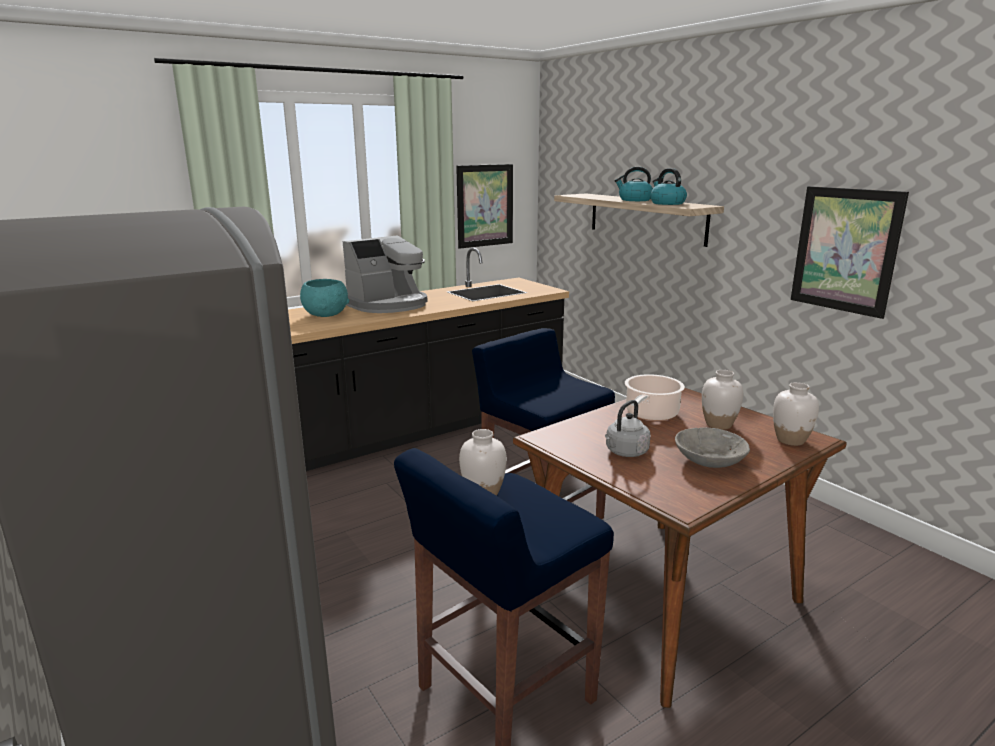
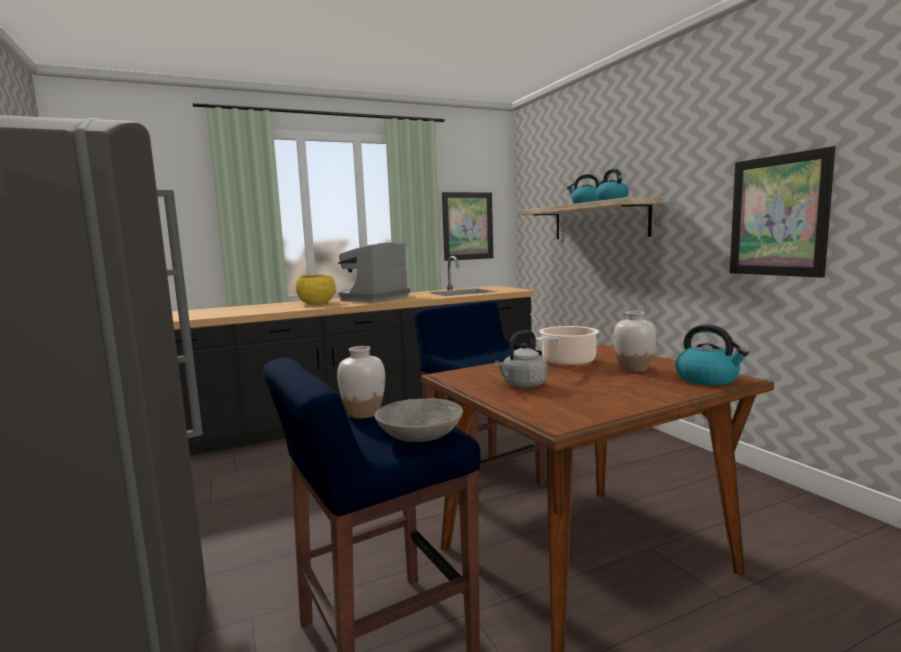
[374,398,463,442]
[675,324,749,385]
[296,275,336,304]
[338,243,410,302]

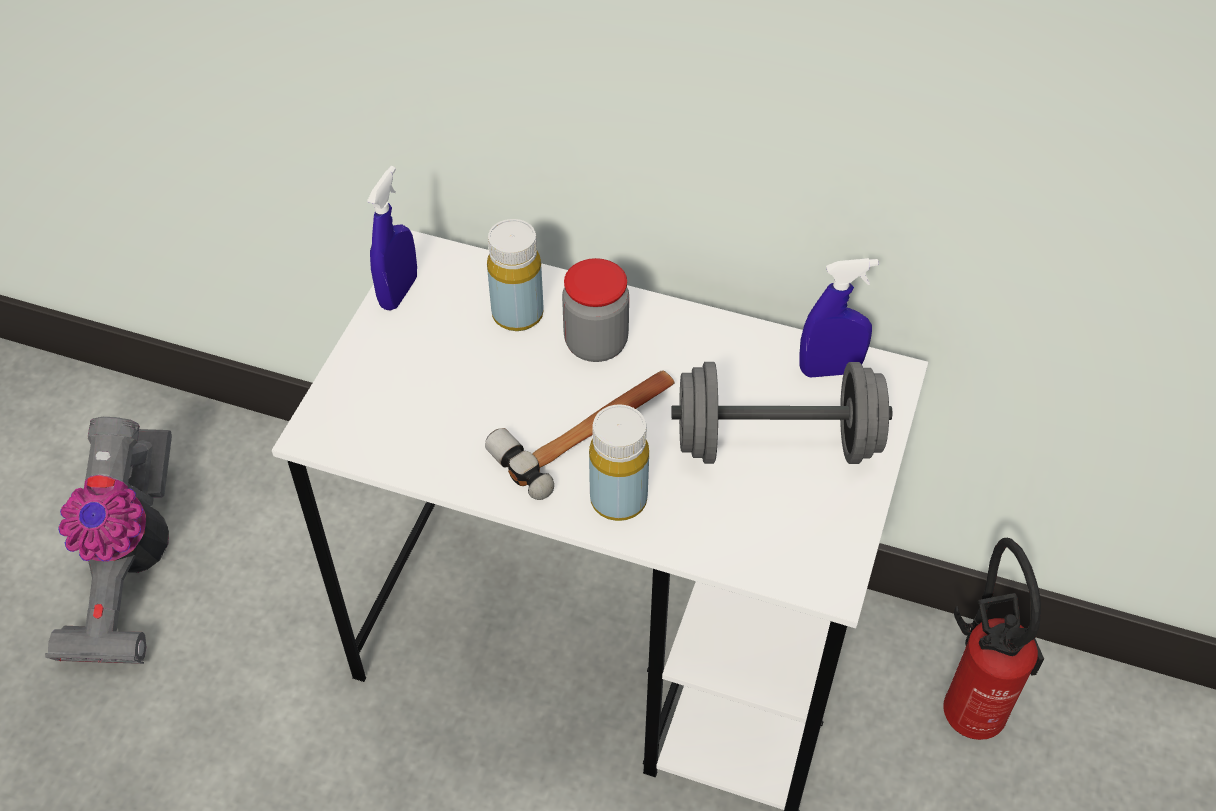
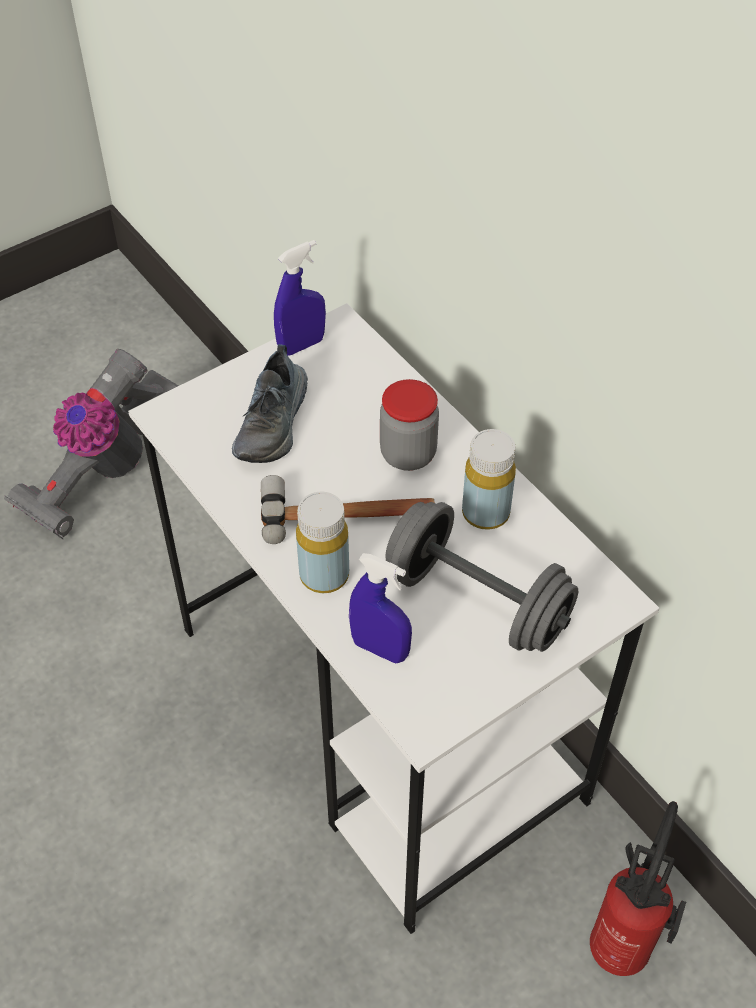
[232,344,308,463]
[462,429,516,530]
[349,553,412,663]

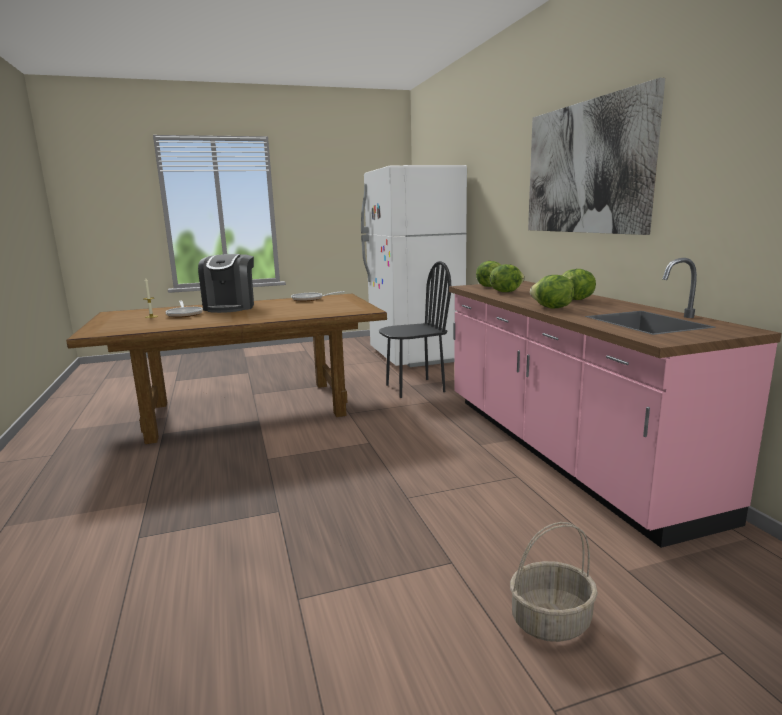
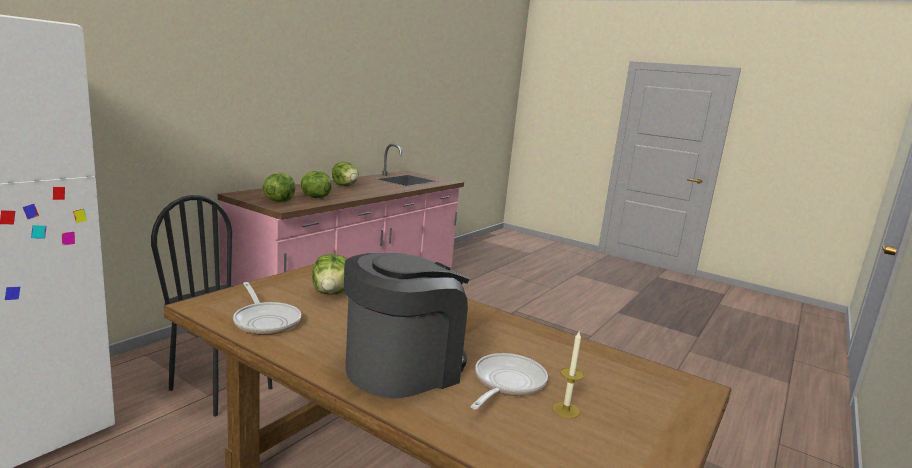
[510,522,598,642] (first image)
[528,78,665,235] (first image)
[312,254,347,295]

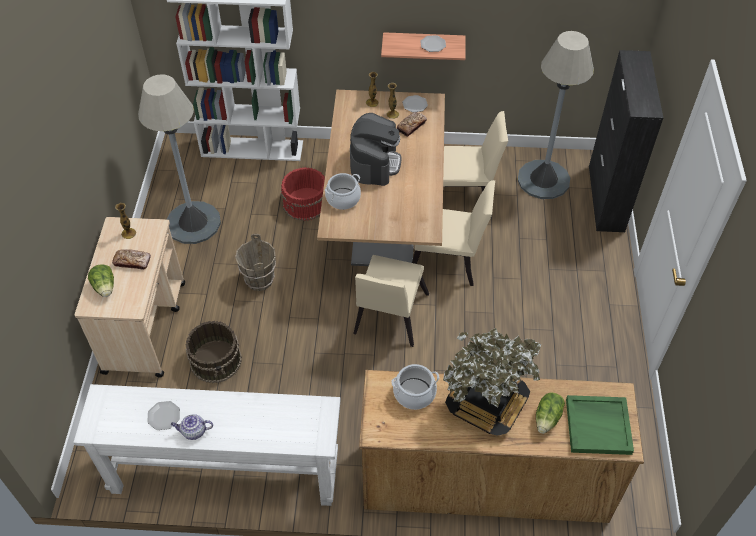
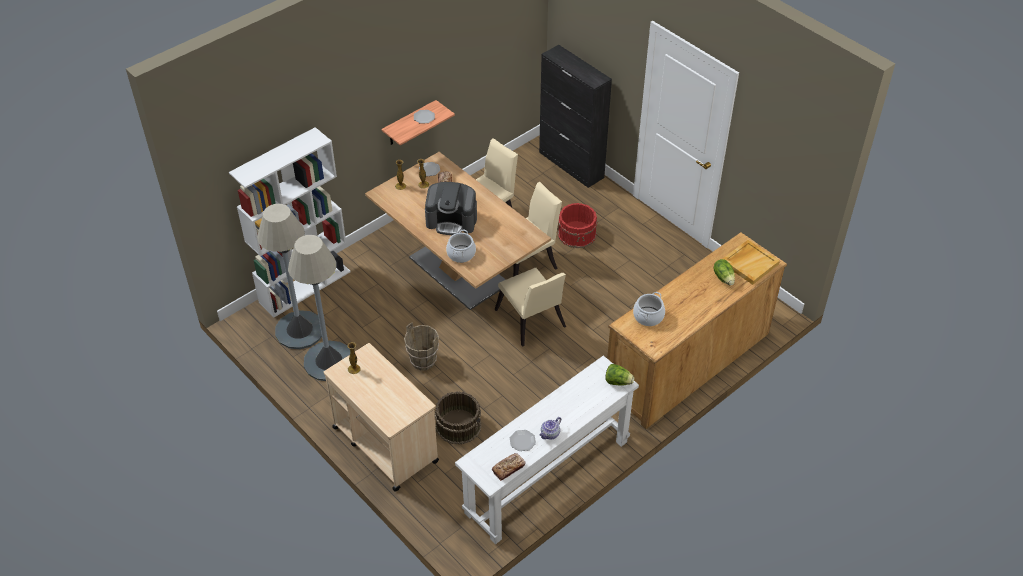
[443,328,541,436] (first image)
[606,364,634,386]
[492,453,526,481]
[558,203,598,248]
[257,204,322,349]
[722,240,780,285]
[425,182,477,235]

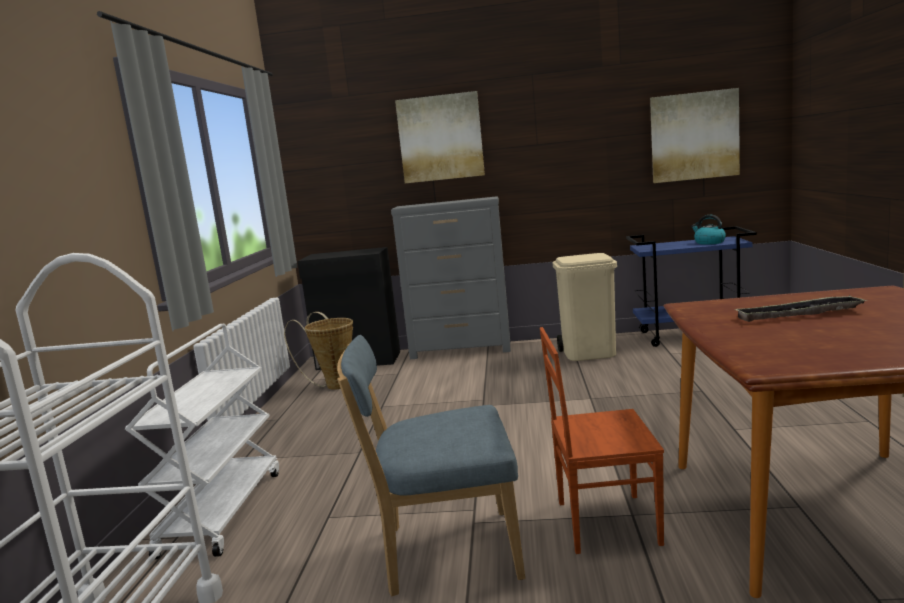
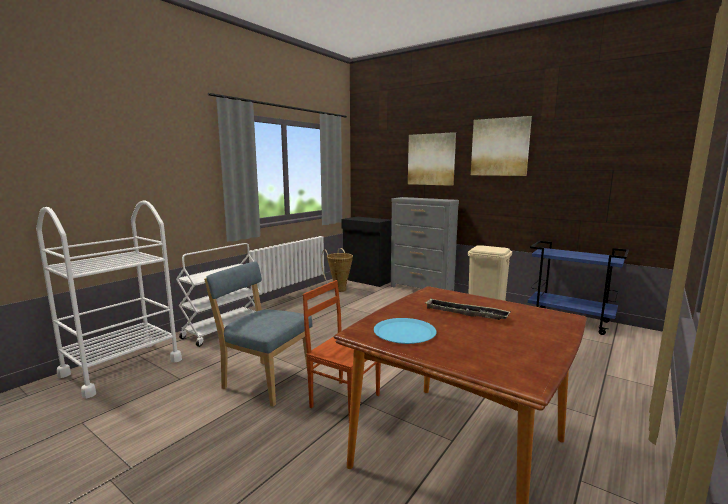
[691,215,726,245] (first image)
[374,318,437,344]
[471,116,532,176]

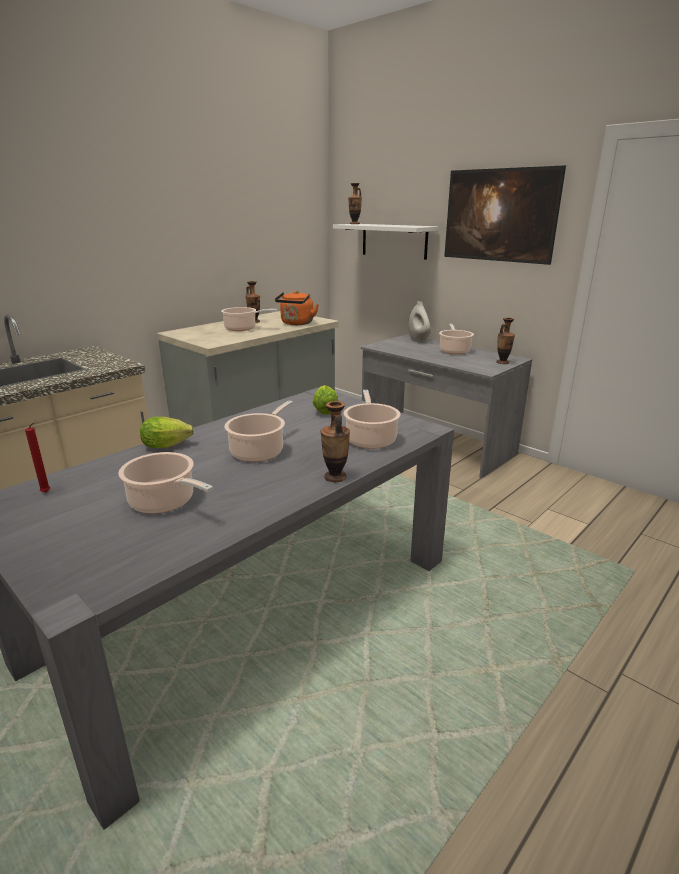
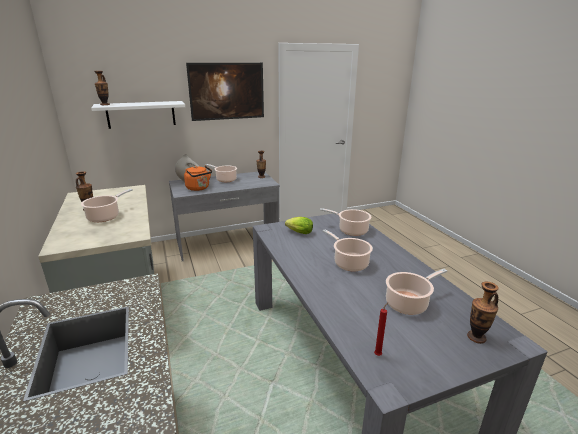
[140,417,194,448] (first image)
[184,166,212,191]
[467,281,499,344]

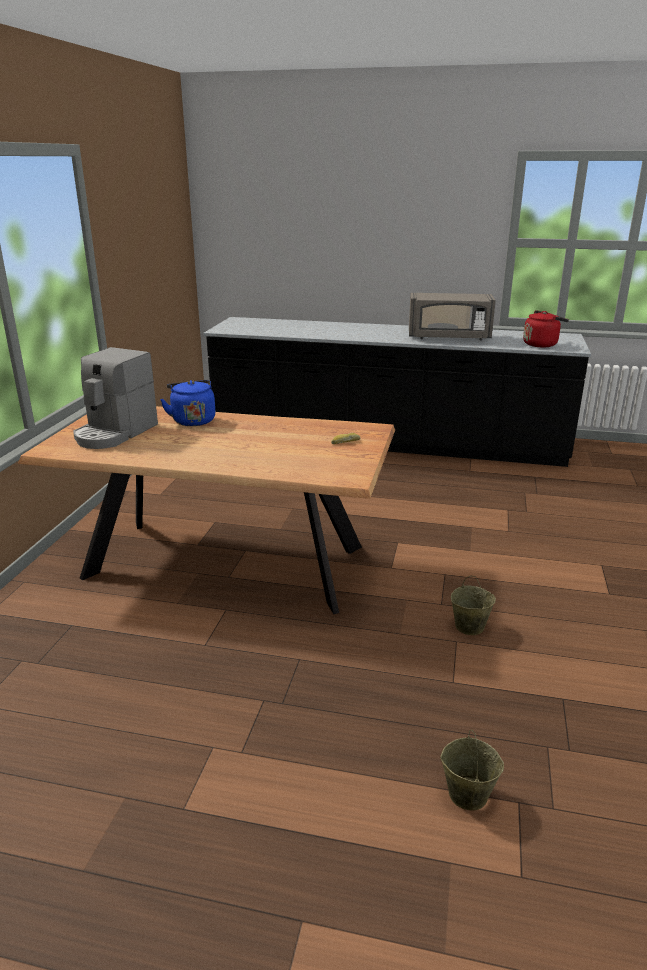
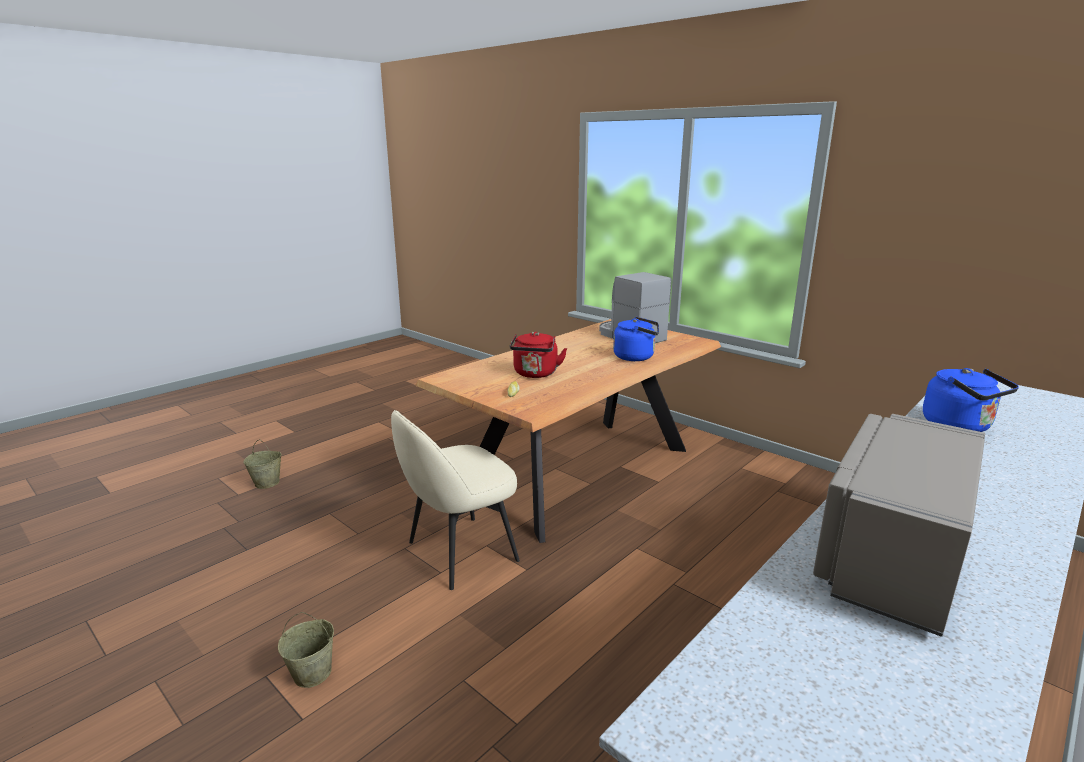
[391,410,520,590]
[923,368,1019,432]
[278,612,334,688]
[510,332,567,378]

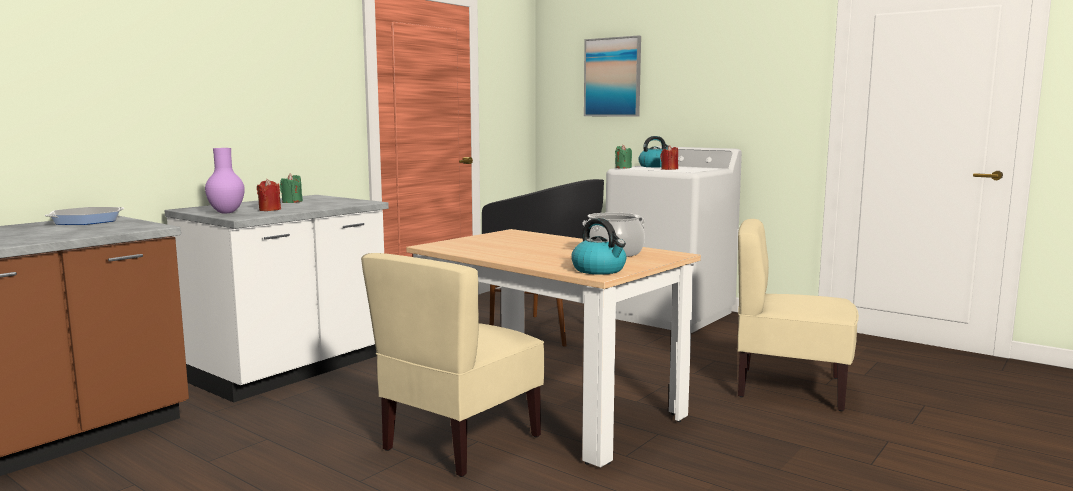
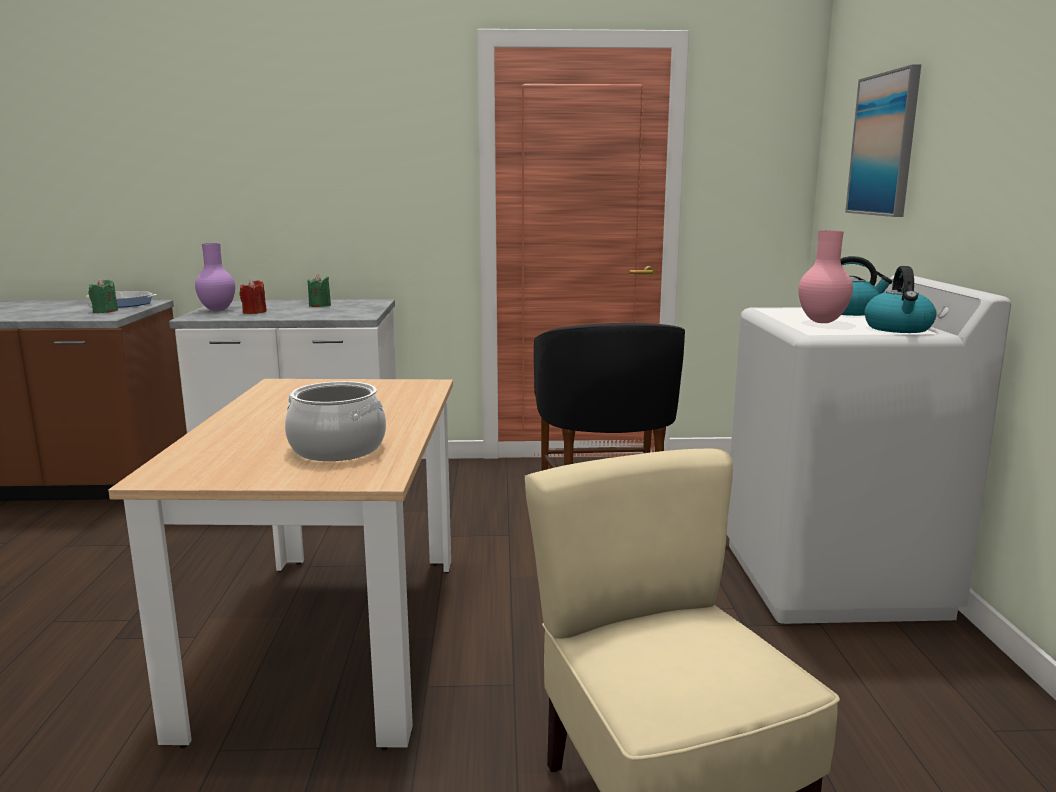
[361,253,544,477] (first image)
[865,266,937,333]
[88,278,118,313]
[798,231,853,323]

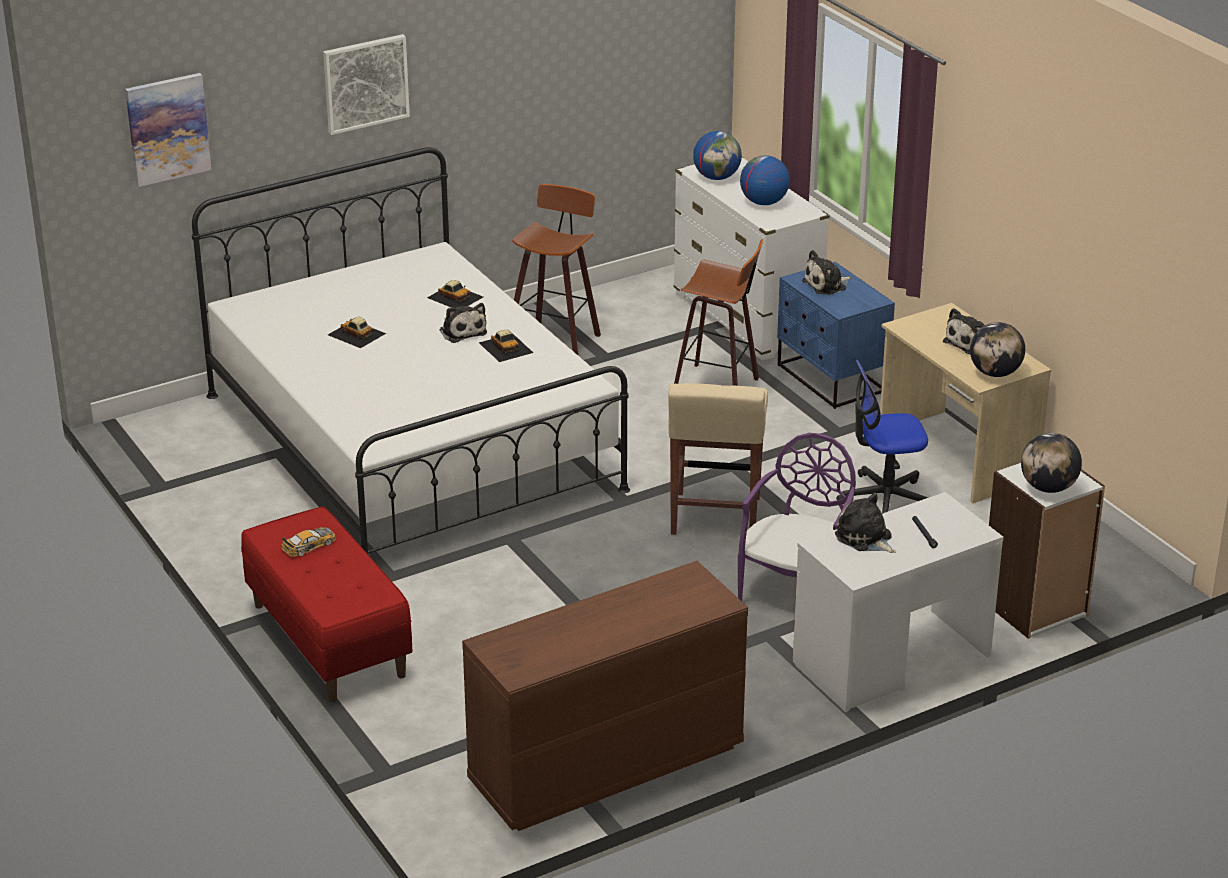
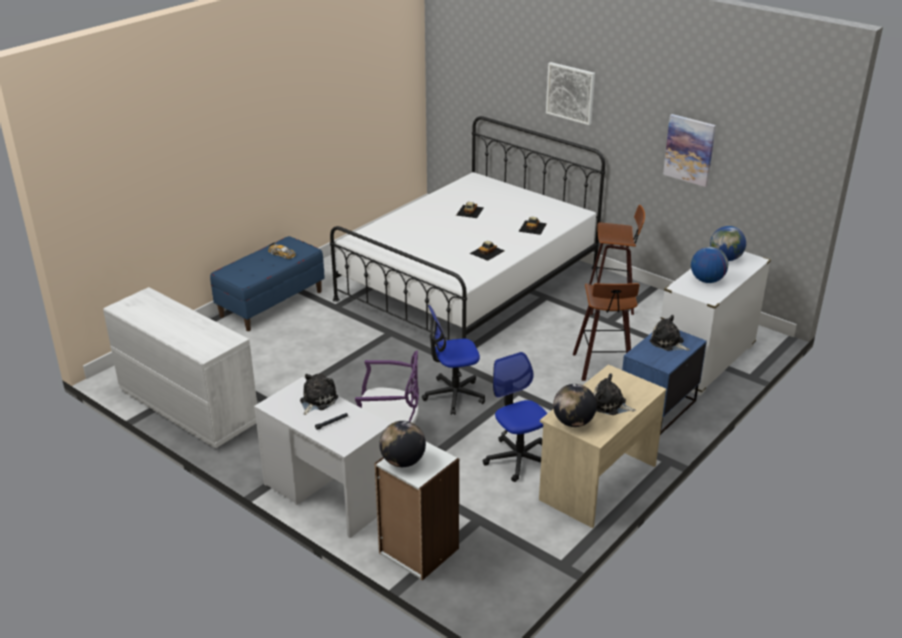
[440,303,487,343] (first image)
[663,114,716,187]
[422,305,485,415]
[210,236,325,331]
[103,287,257,448]

